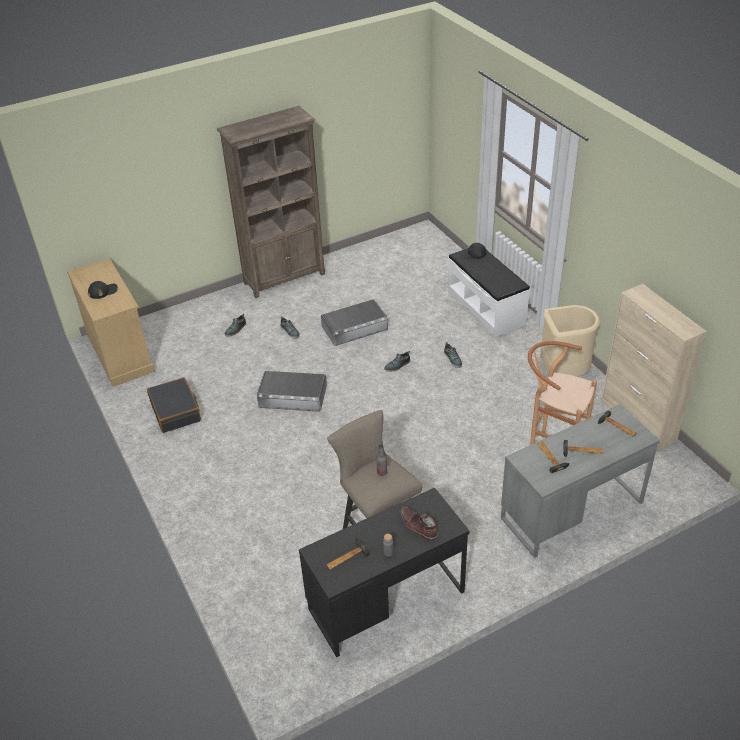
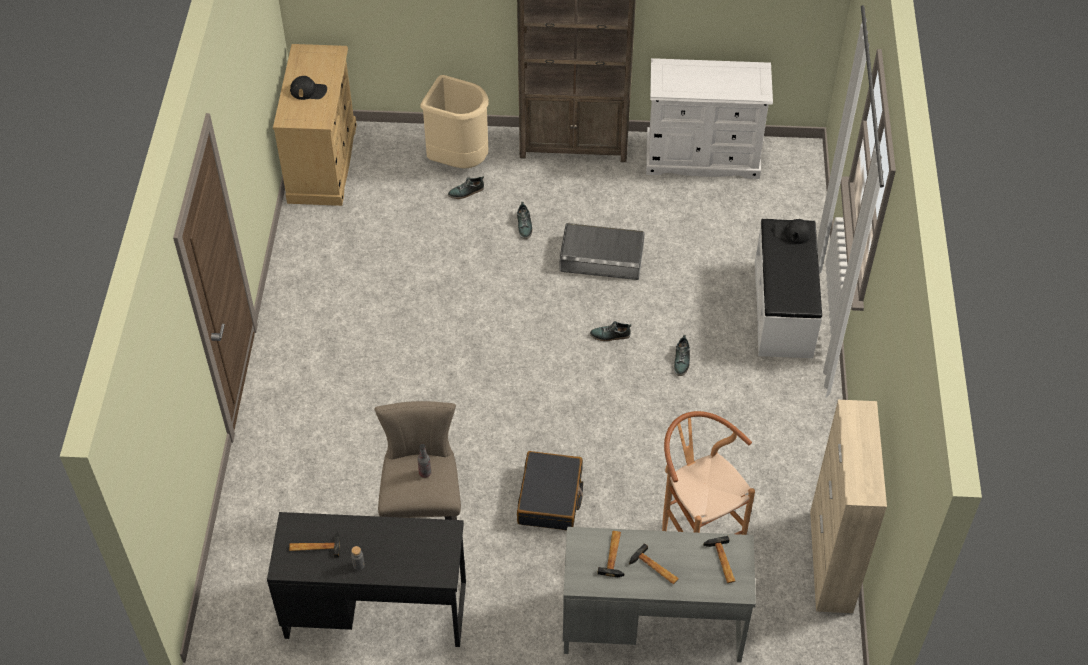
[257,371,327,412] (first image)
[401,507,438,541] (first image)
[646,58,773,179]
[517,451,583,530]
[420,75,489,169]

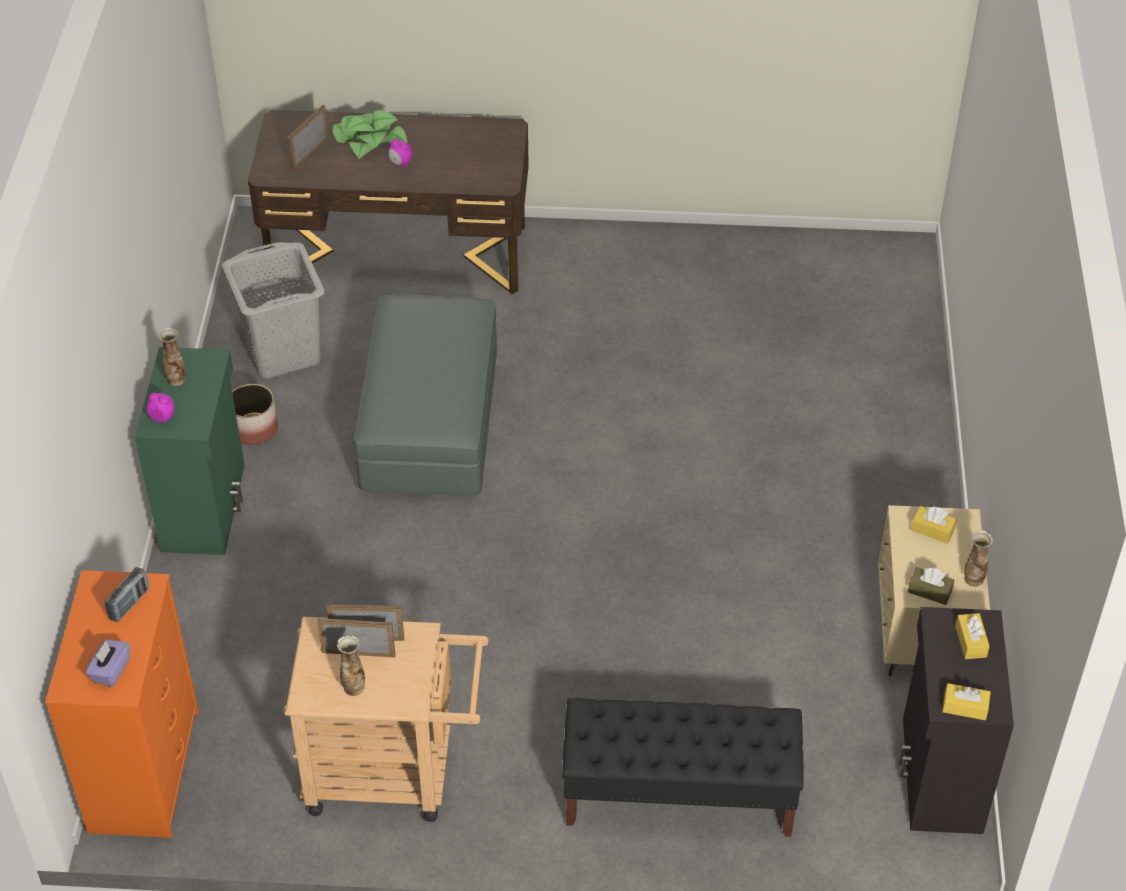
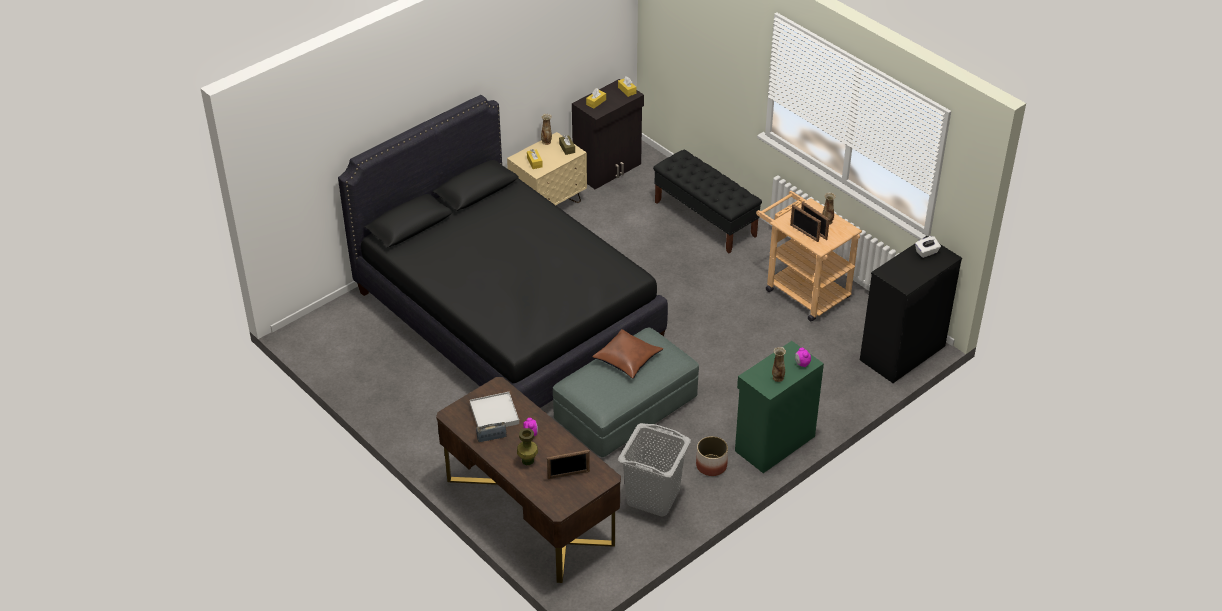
[338,95,668,408]
[470,392,519,427]
[592,329,663,379]
[476,422,506,442]
[517,428,538,465]
[860,236,962,383]
[915,236,941,258]

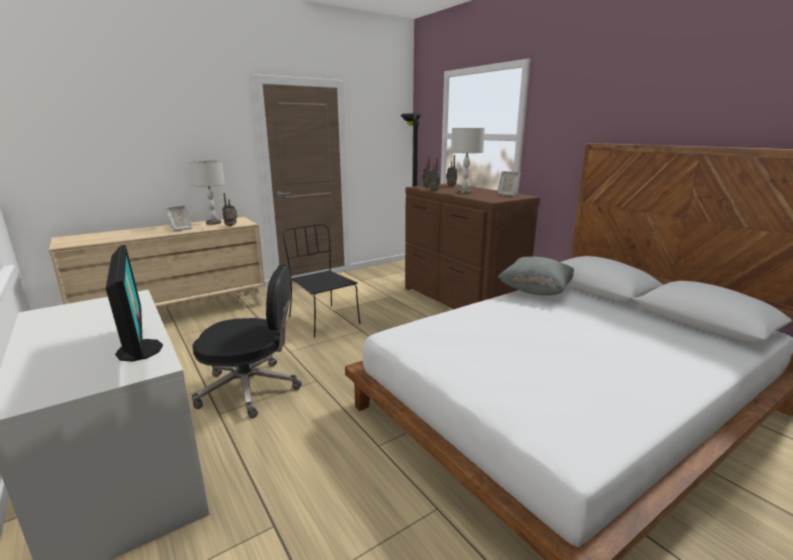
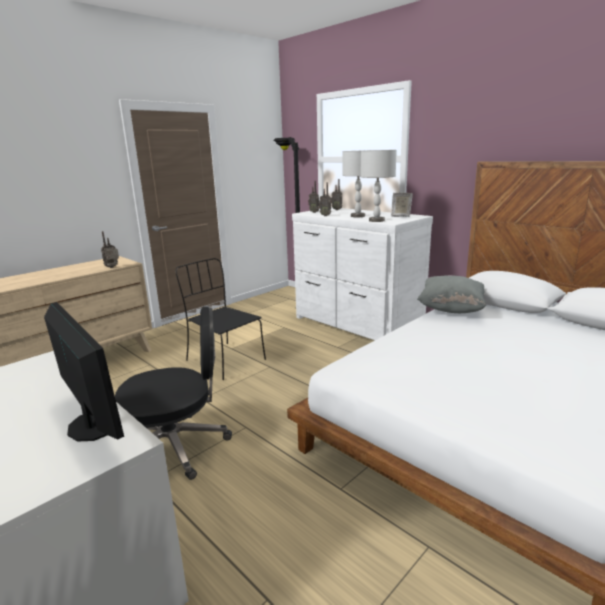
[164,206,192,231] (first image)
[360,150,397,222]
[292,207,433,340]

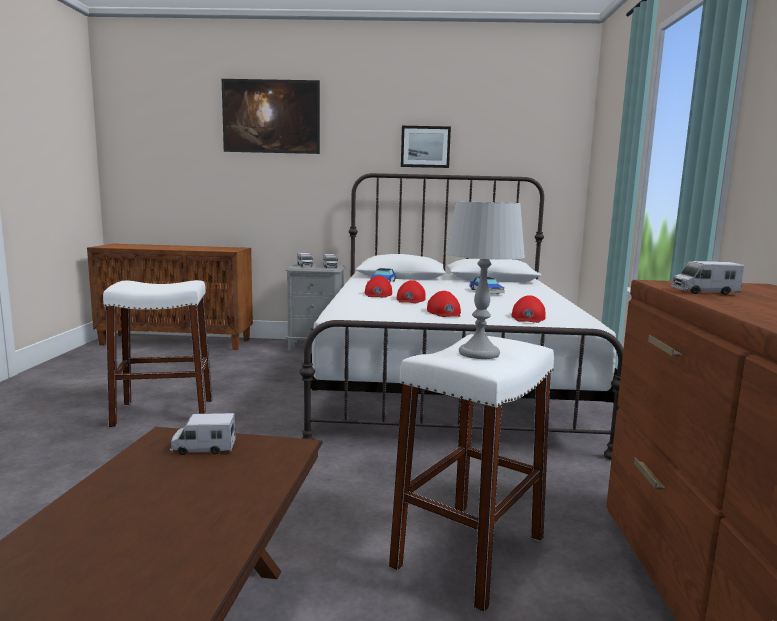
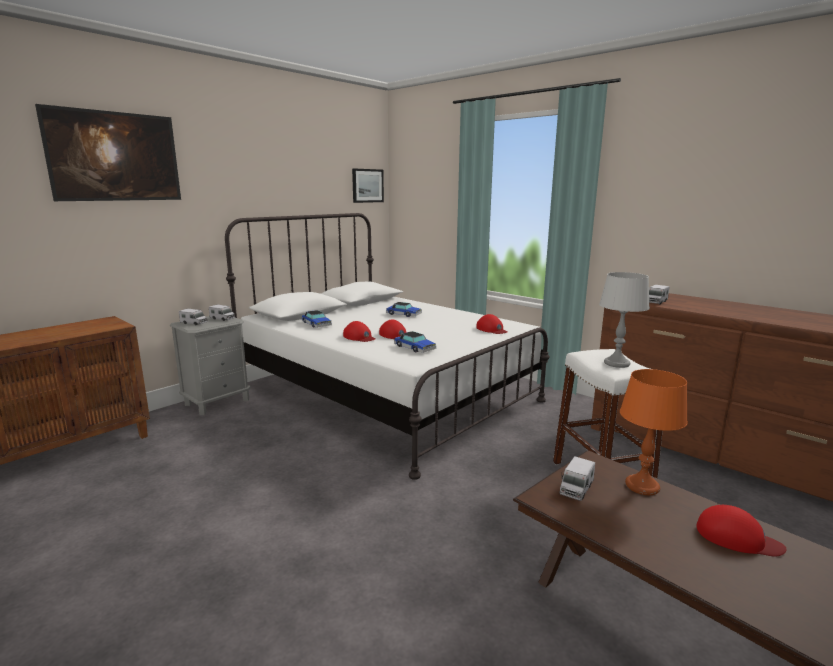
[103,280,212,427] (first image)
[394,331,436,353]
[620,369,688,495]
[352,169,384,203]
[696,505,787,557]

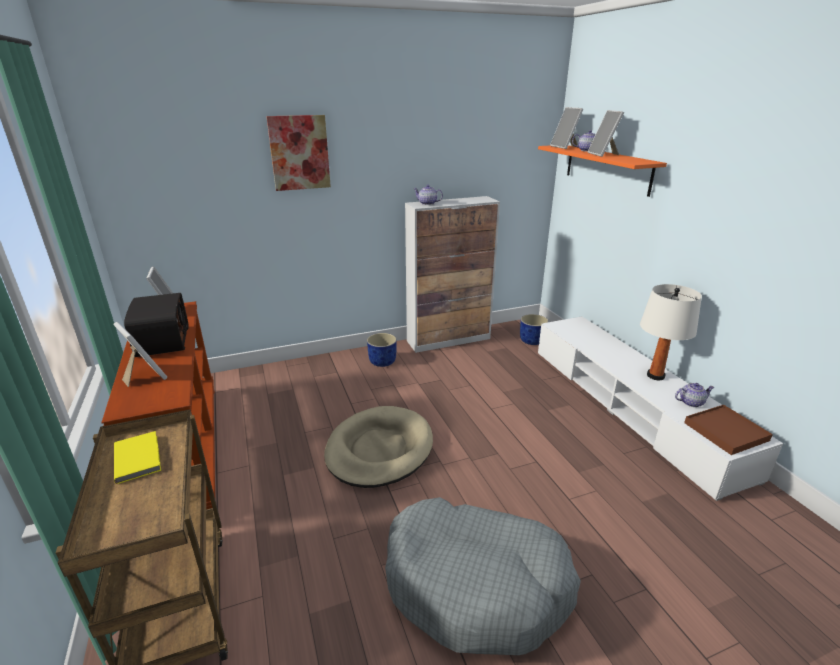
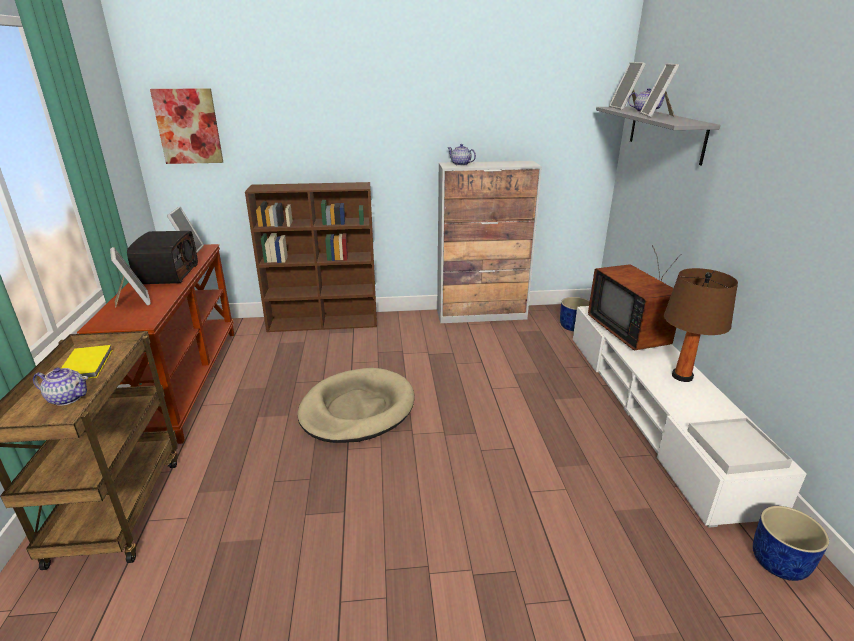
[385,497,581,655] (first image)
[245,182,377,332]
[588,245,681,350]
[150,88,223,164]
[753,506,829,581]
[33,368,88,406]
[596,106,720,165]
[664,268,738,382]
[687,418,793,474]

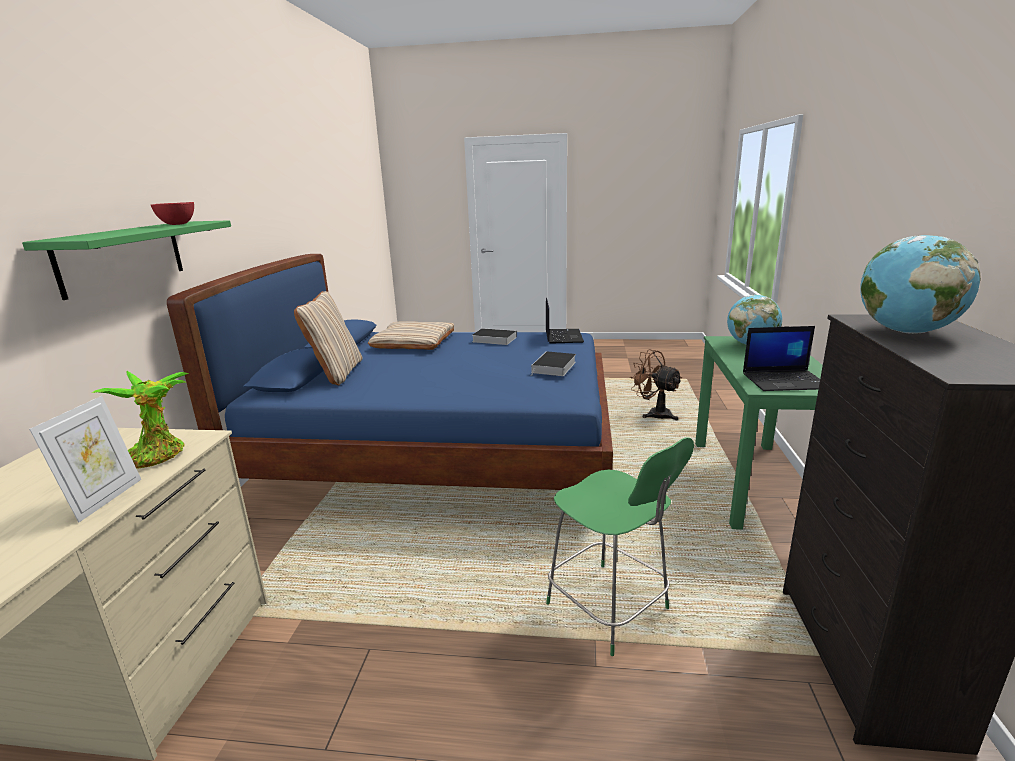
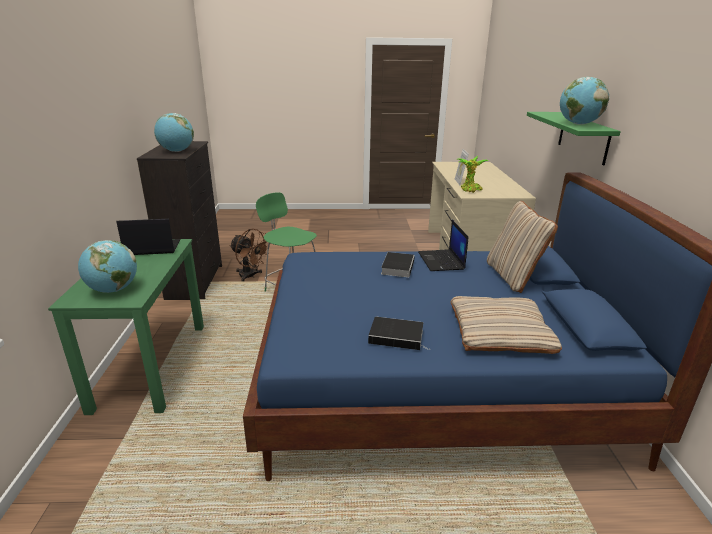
[381,252,415,278]
[418,220,468,271]
[230,229,267,281]
[560,77,609,125]

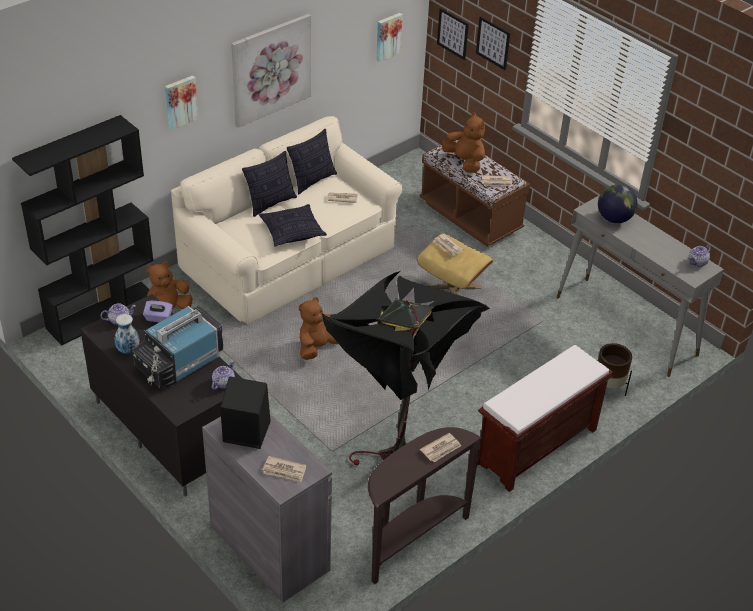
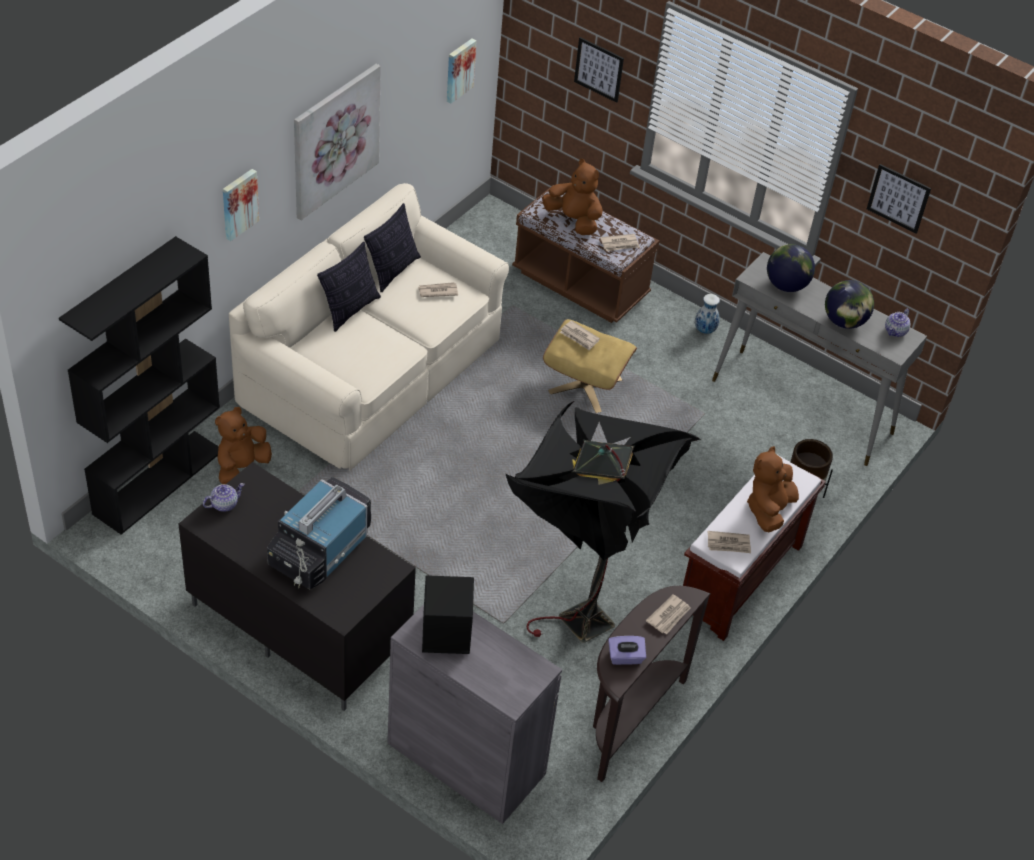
[212,361,235,390] (first image)
[259,204,327,247] (first image)
[825,280,874,329]
[695,294,720,334]
[608,636,646,665]
[708,531,751,553]
[747,446,799,532]
[867,164,931,233]

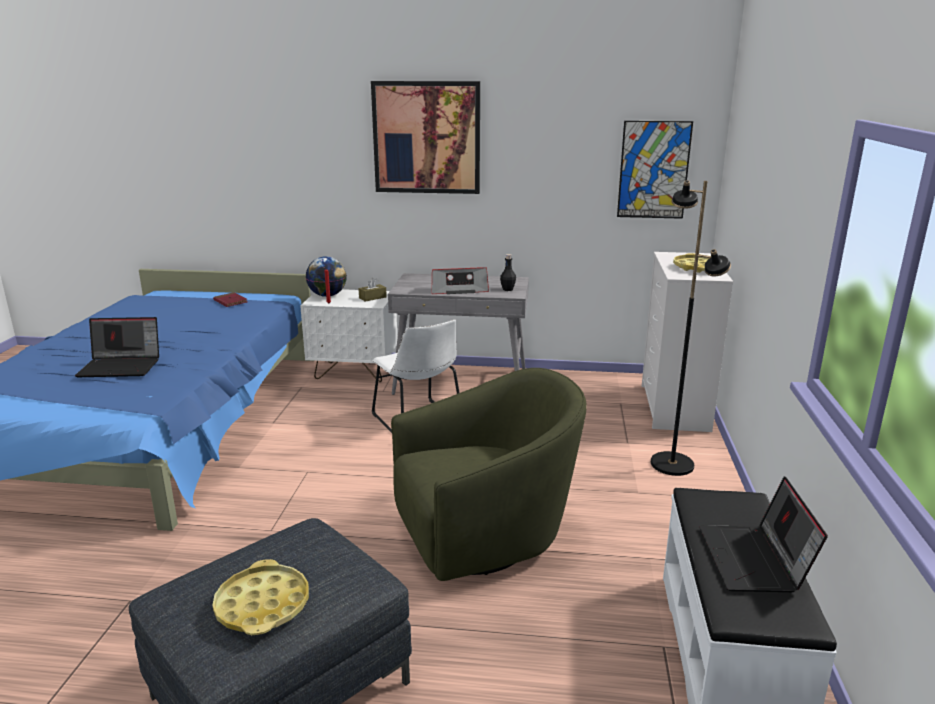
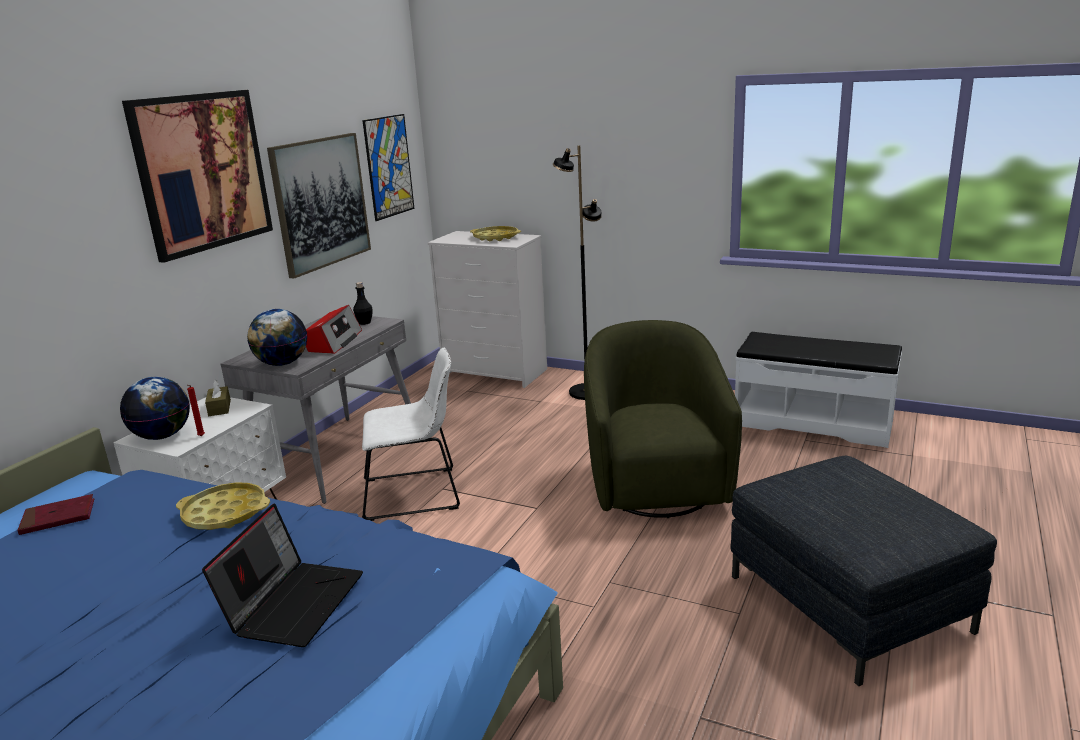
[699,476,828,592] (first image)
[247,309,307,366]
[267,133,371,278]
[176,482,270,530]

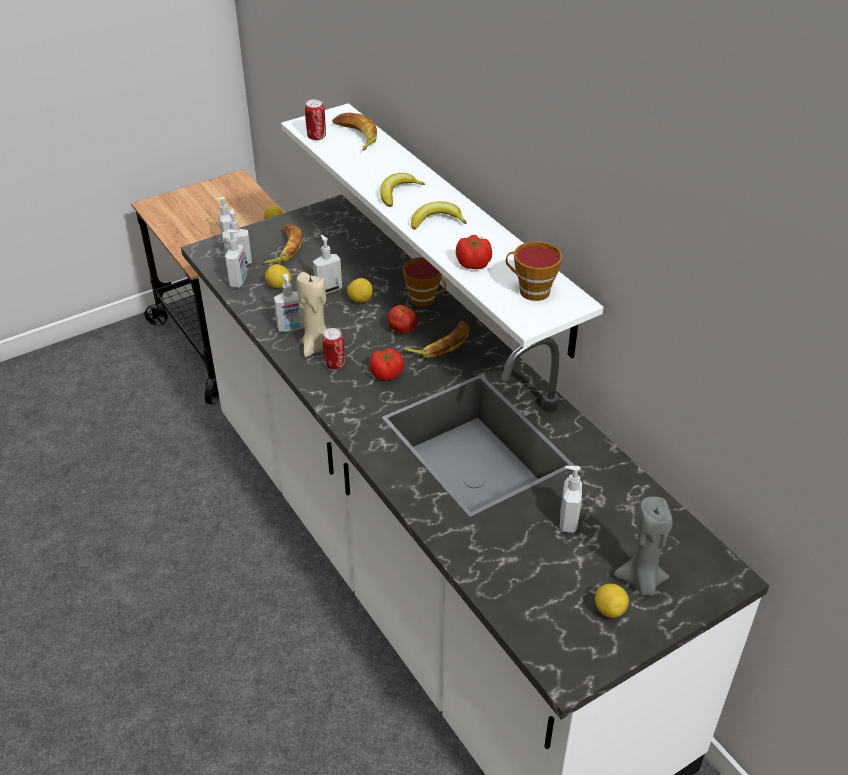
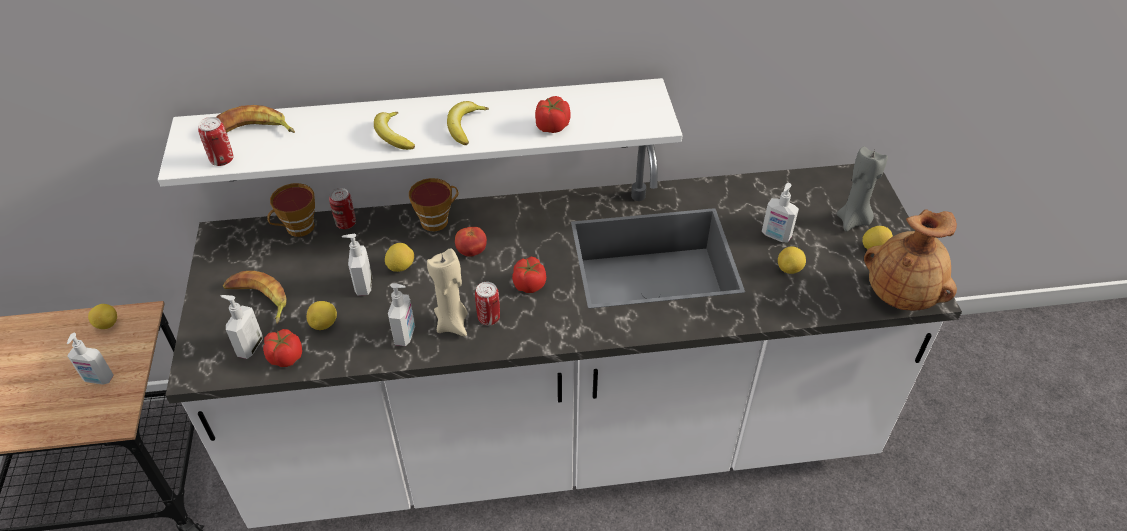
[403,322,470,358] (first image)
[329,188,356,229]
[778,246,806,274]
[864,209,957,310]
[267,183,315,237]
[263,329,302,367]

